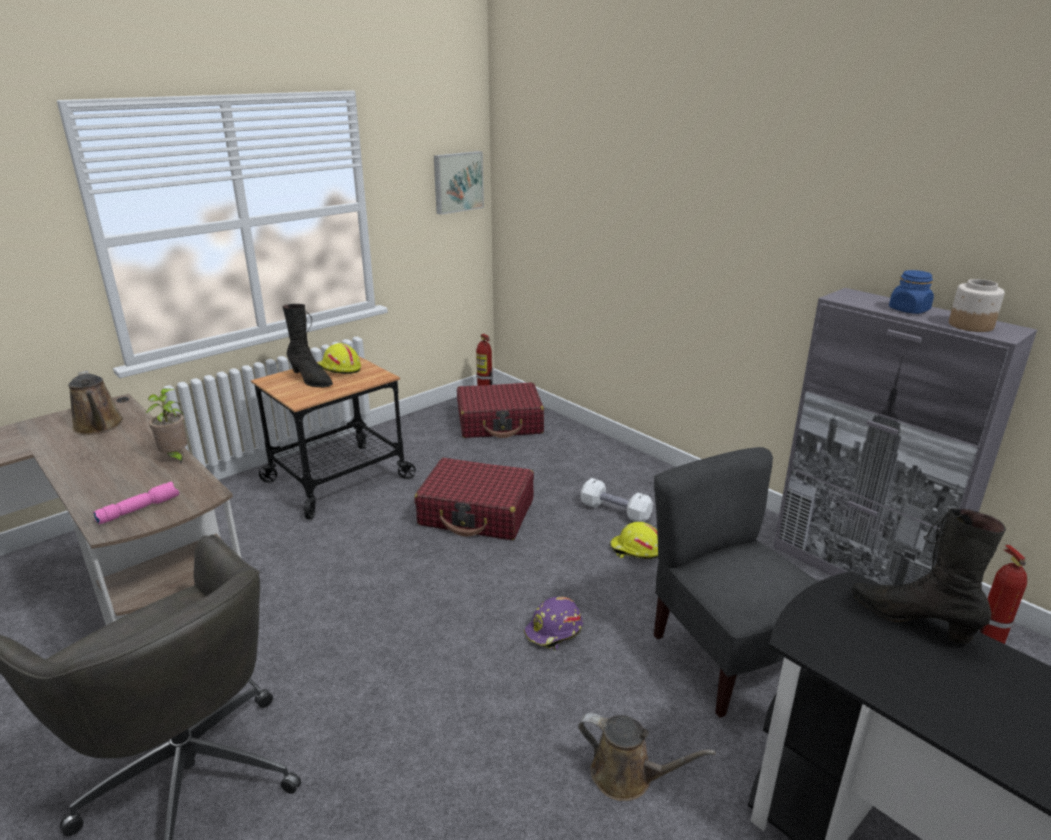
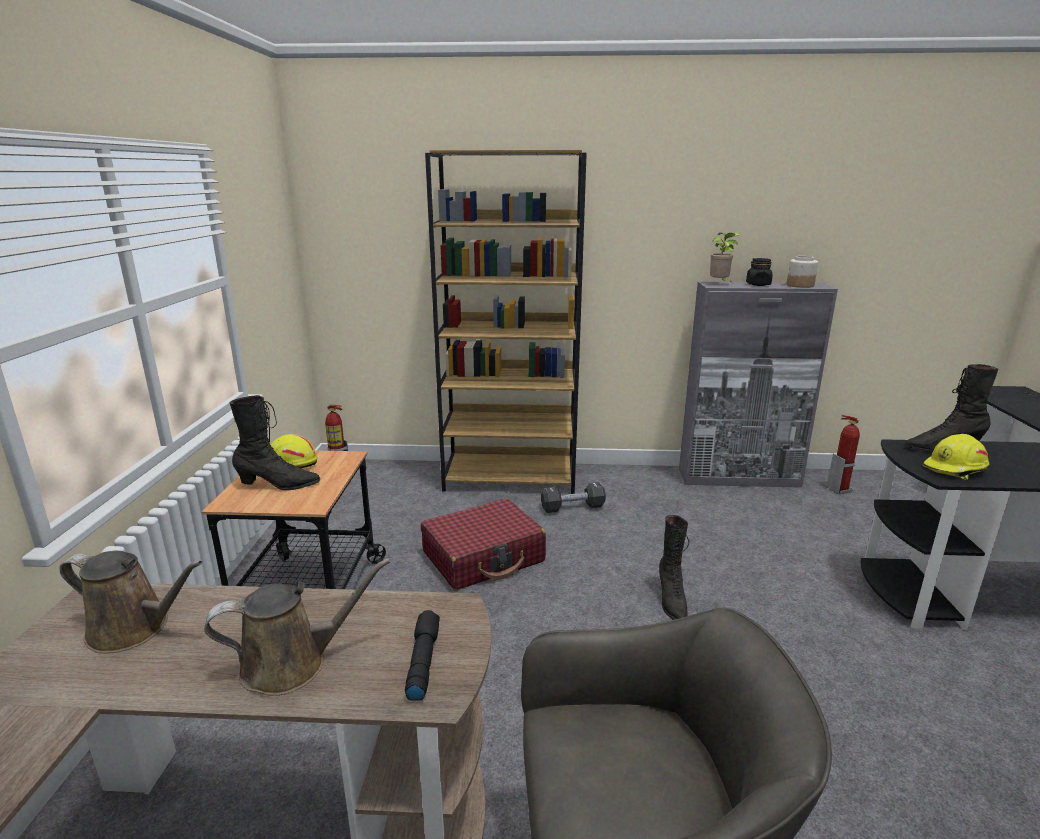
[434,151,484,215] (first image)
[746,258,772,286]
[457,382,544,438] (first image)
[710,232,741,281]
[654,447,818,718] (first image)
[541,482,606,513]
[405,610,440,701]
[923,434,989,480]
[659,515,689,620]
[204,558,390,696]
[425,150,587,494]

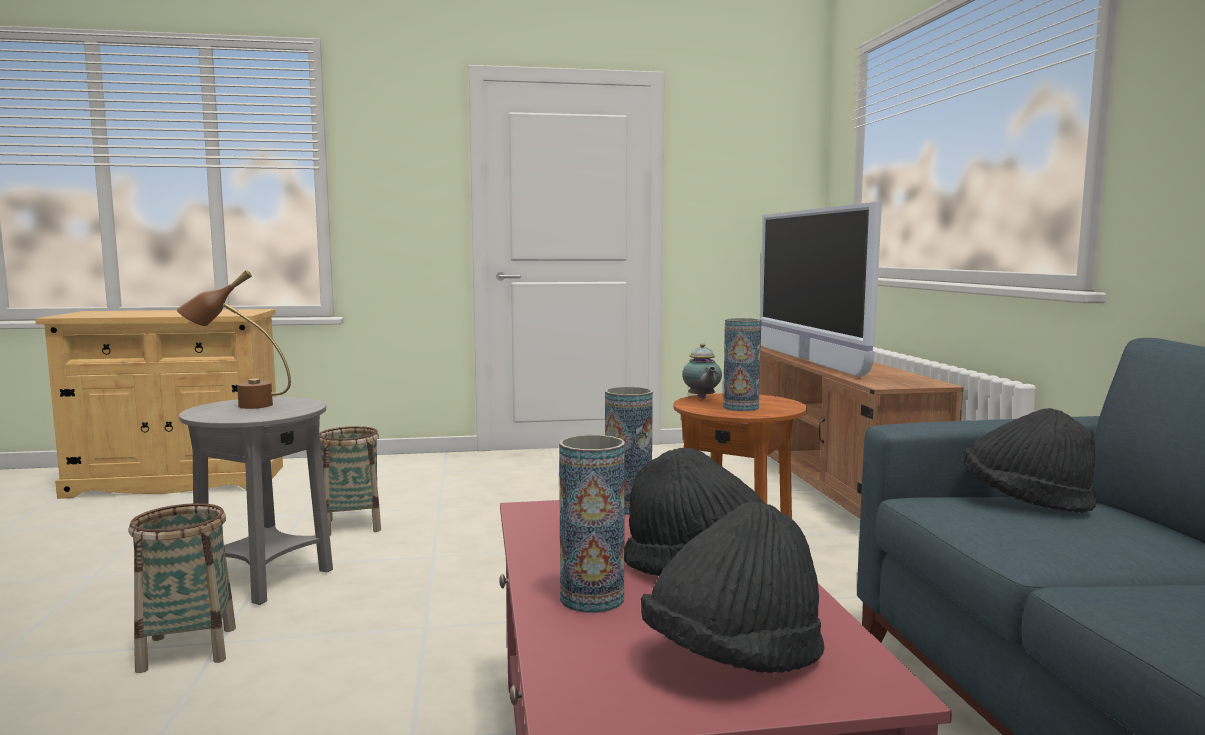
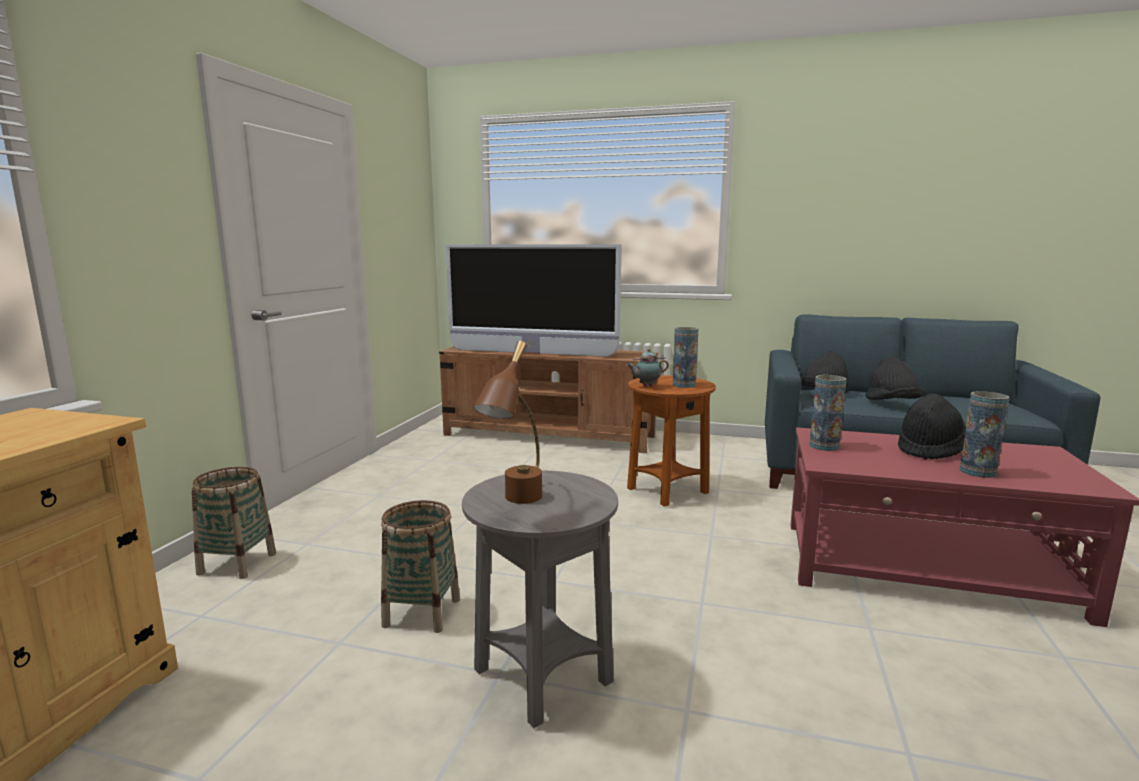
[626,349,669,387]
[866,357,925,400]
[192,467,276,579]

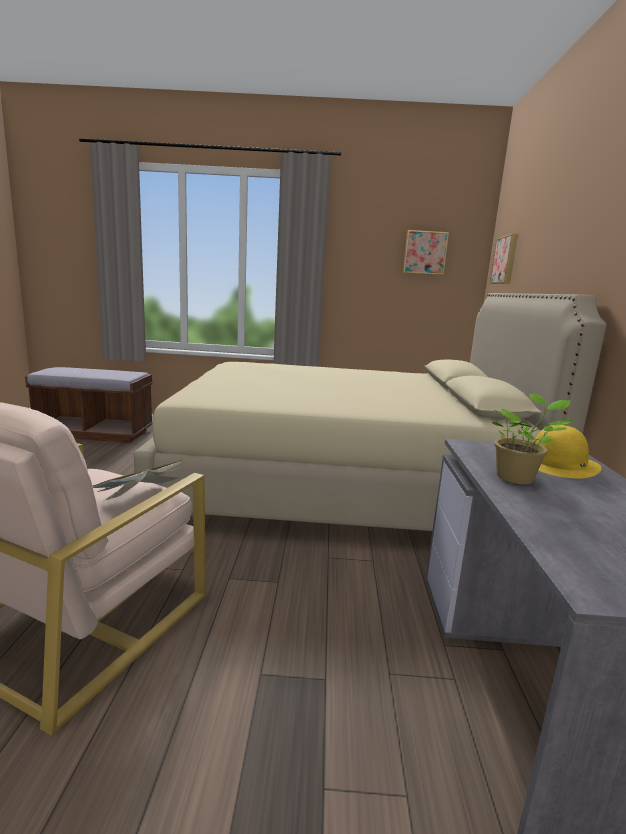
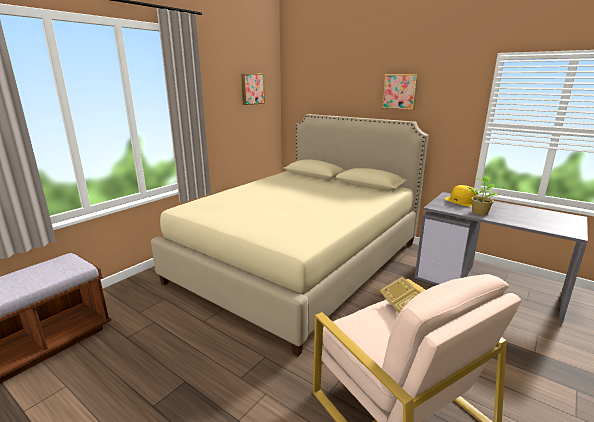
[382,74,418,110]

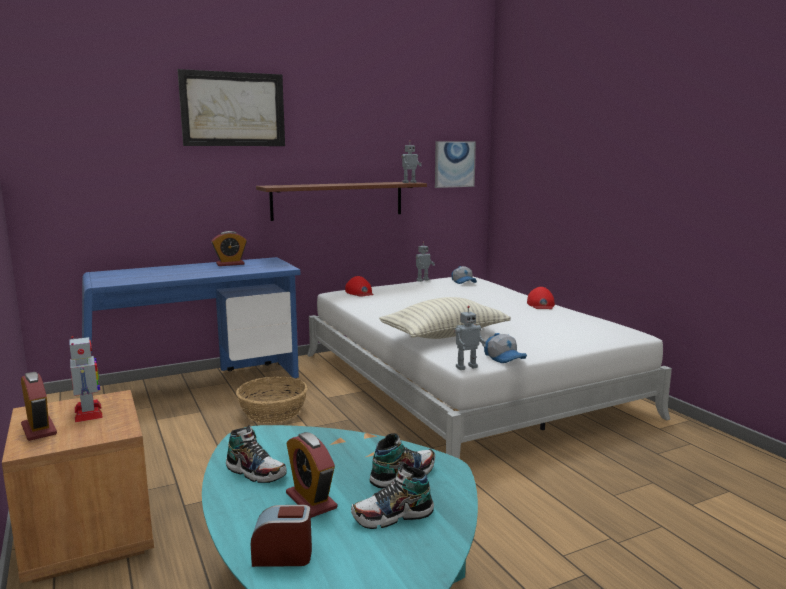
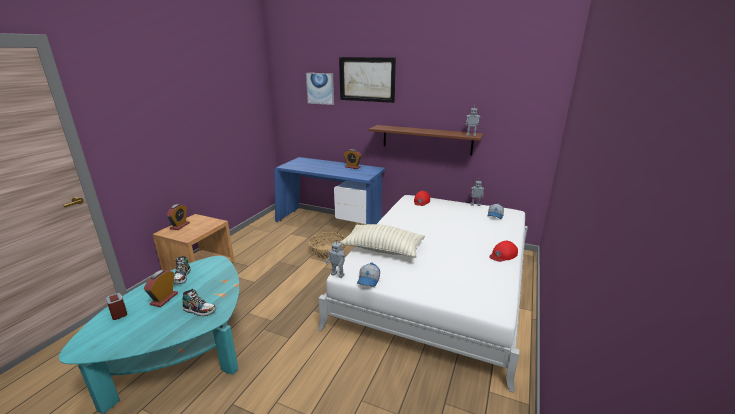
[306,73,334,105]
[70,336,102,422] (first image)
[351,464,434,529] (first image)

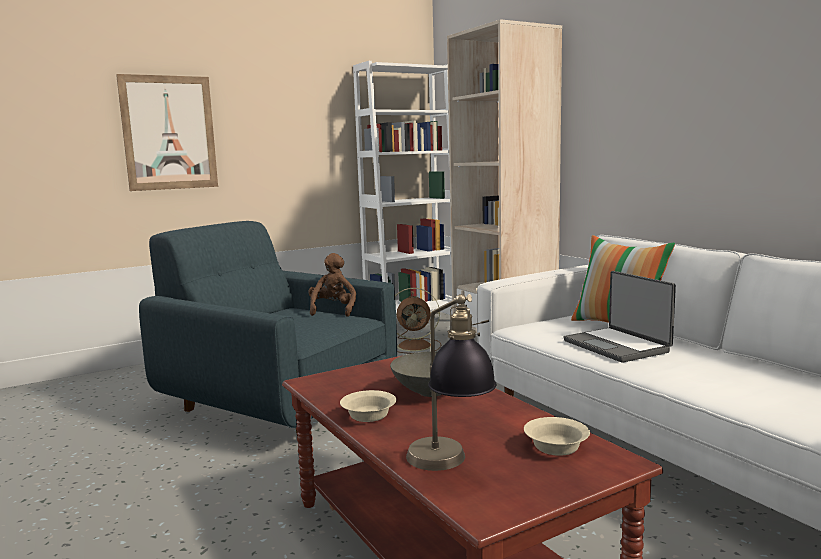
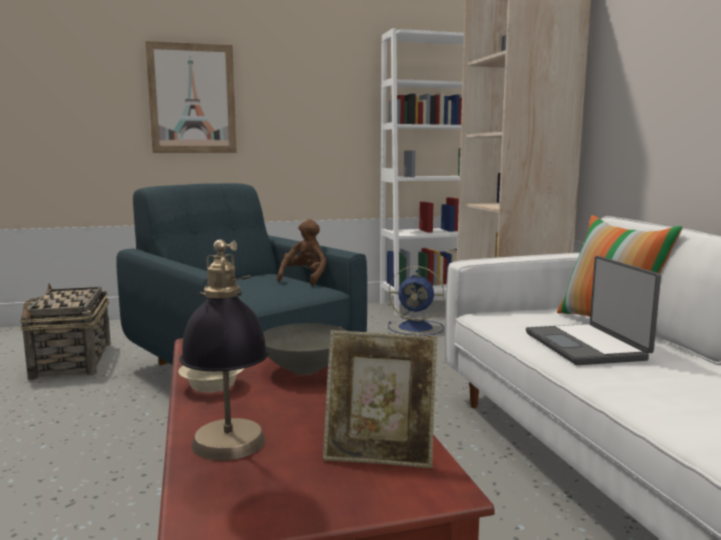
[388,266,444,336]
[323,330,438,468]
[20,284,111,380]

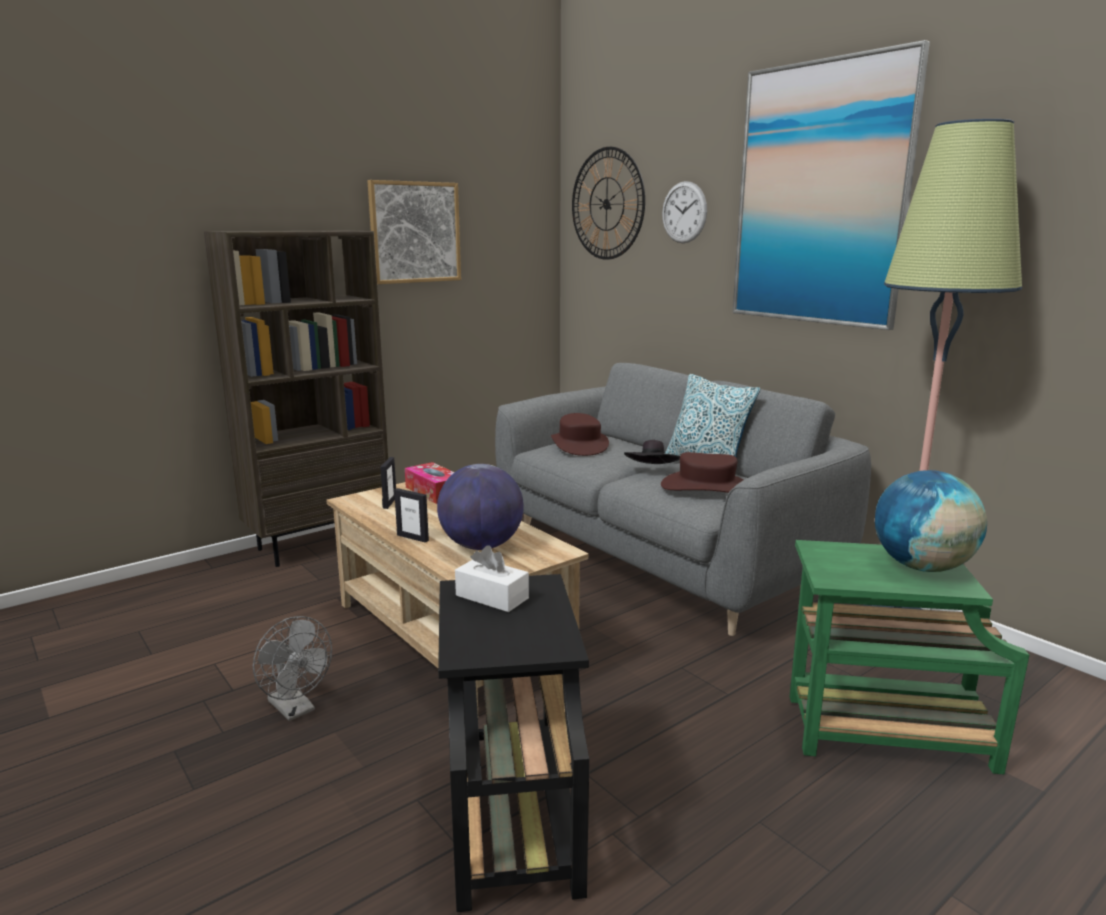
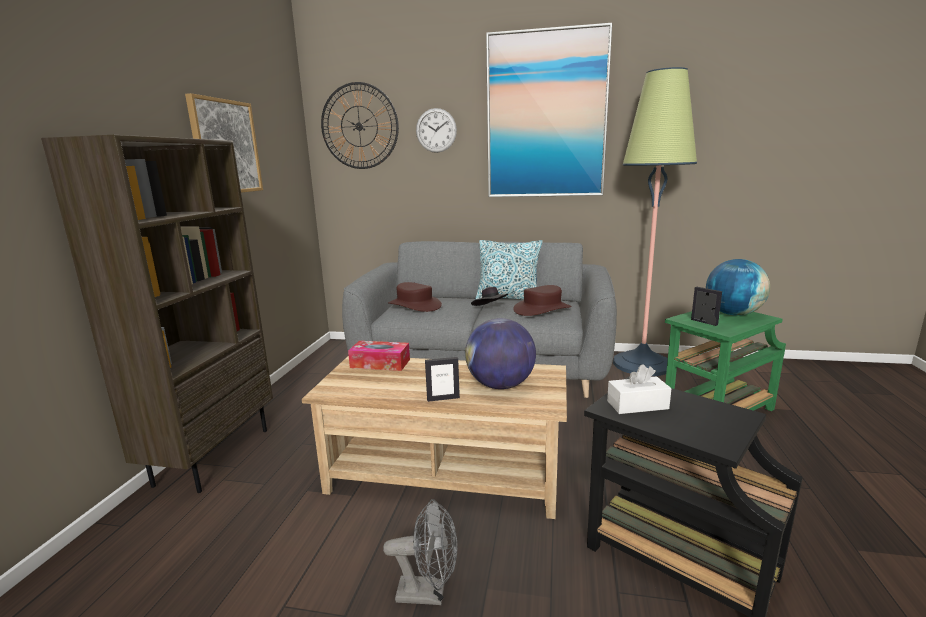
[691,287,722,326]

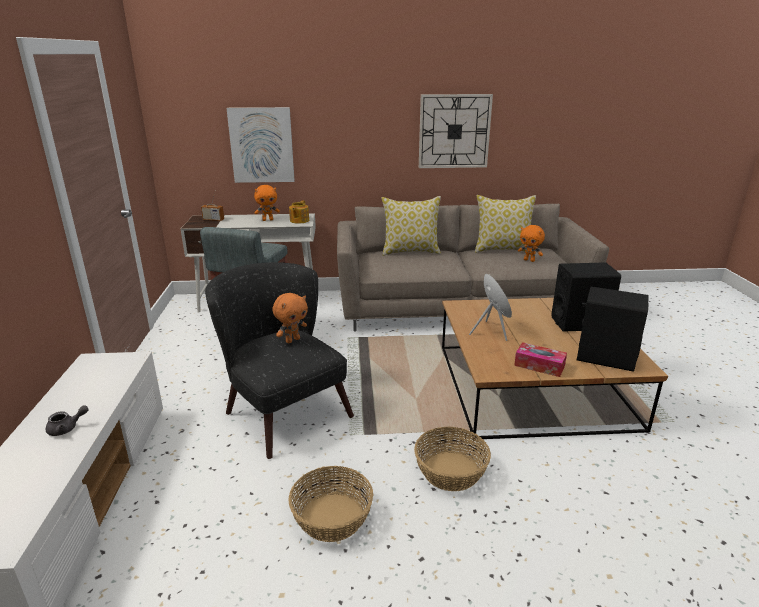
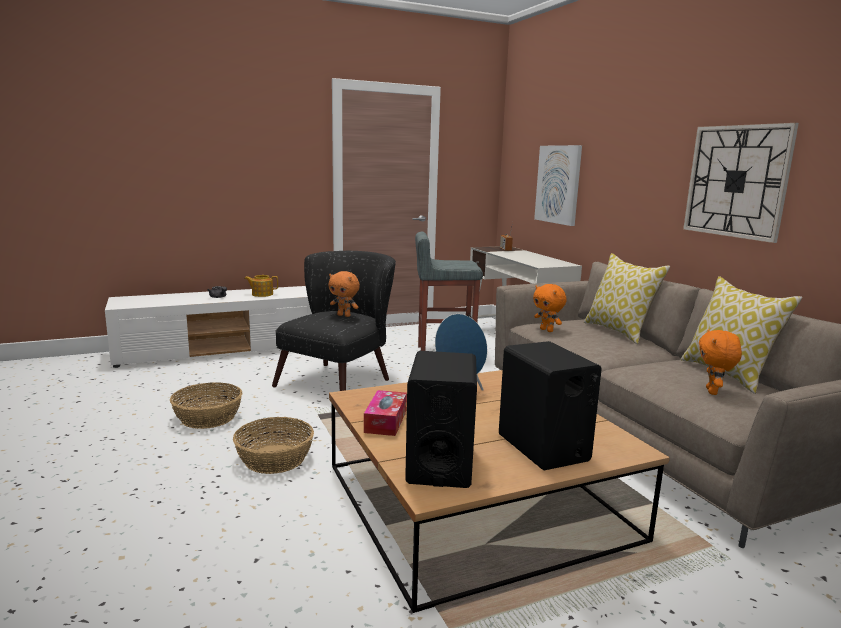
[533,284,567,332]
[244,275,278,297]

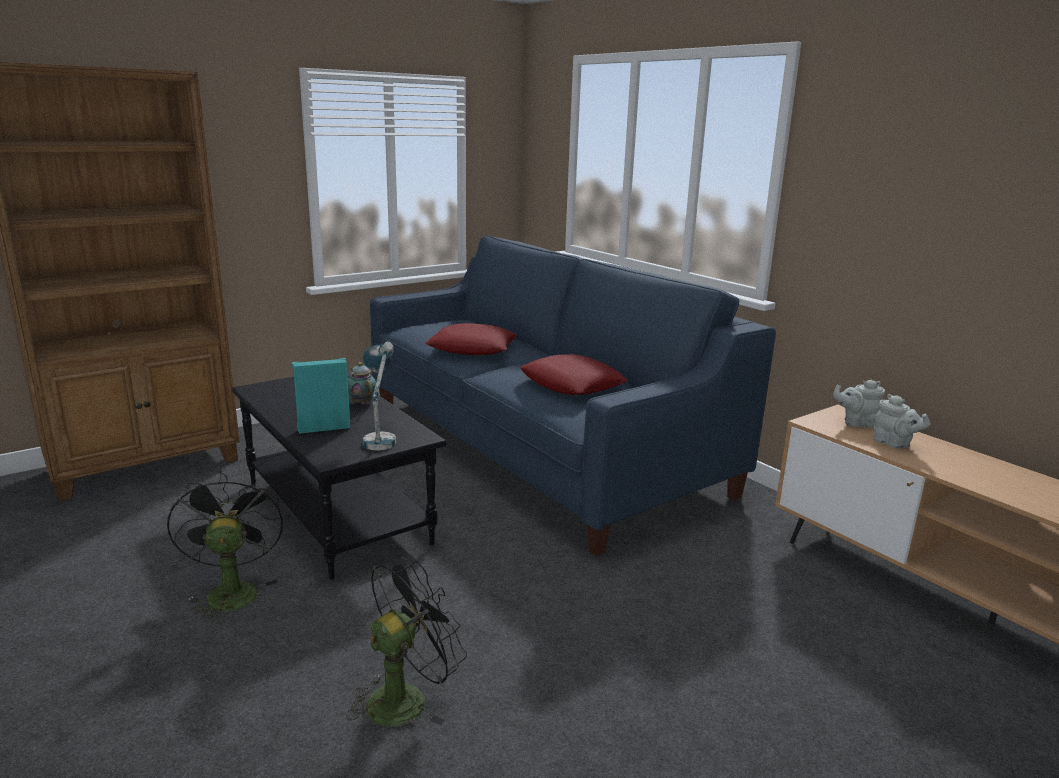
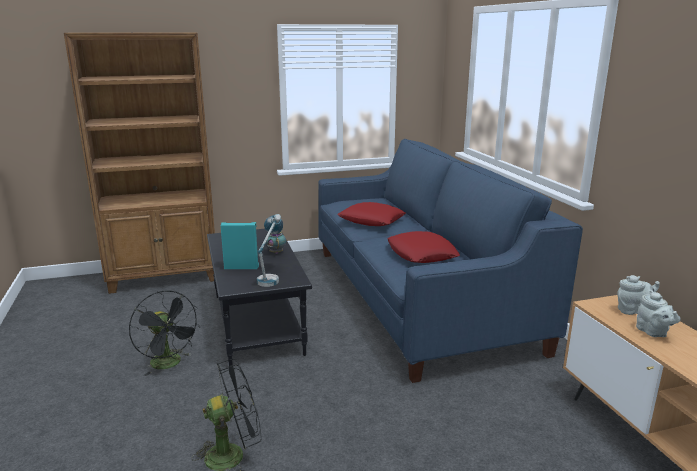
[617,275,660,315]
[129,290,200,376]

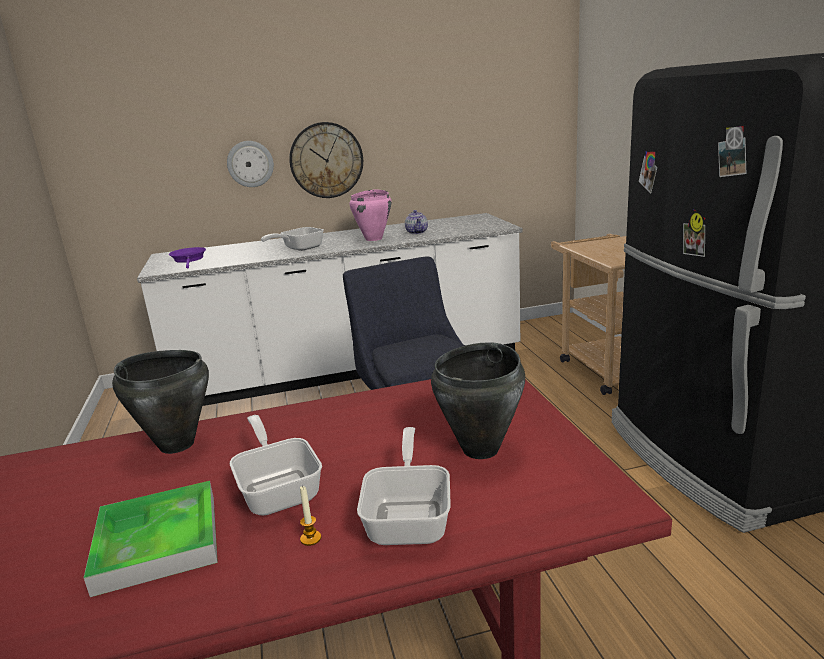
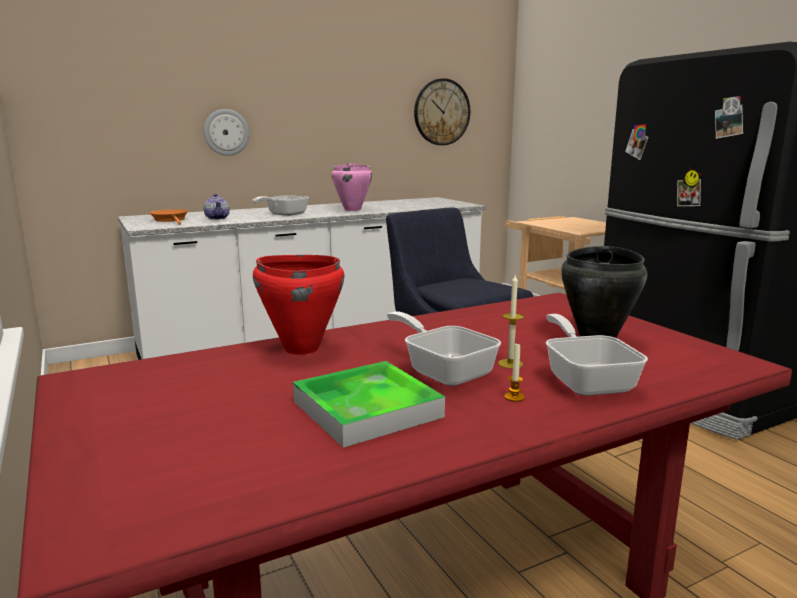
[414,78,470,145]
[204,194,230,220]
[149,209,188,225]
[253,255,345,355]
[498,275,524,369]

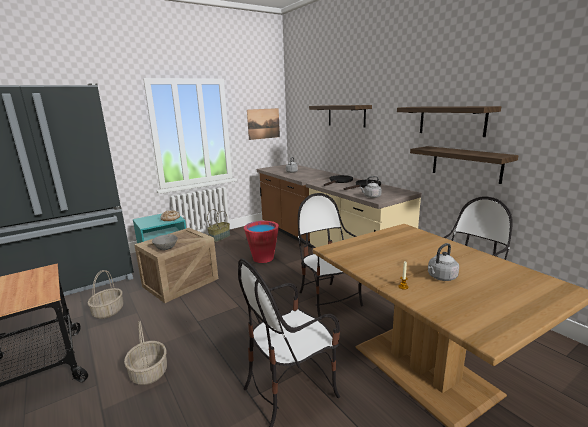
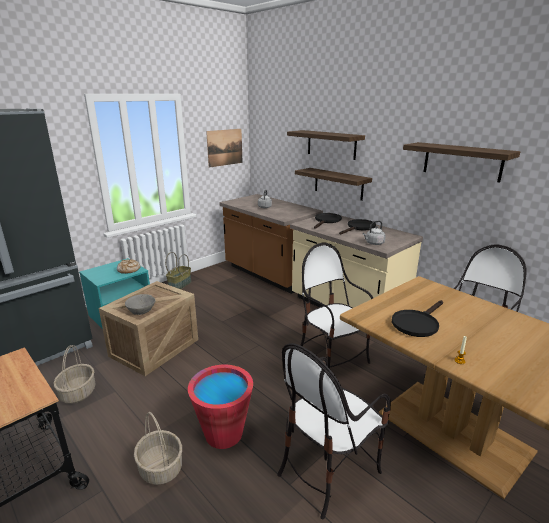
[295,168,372,201]
[188,365,253,449]
[428,243,459,281] (first image)
[392,300,443,337]

